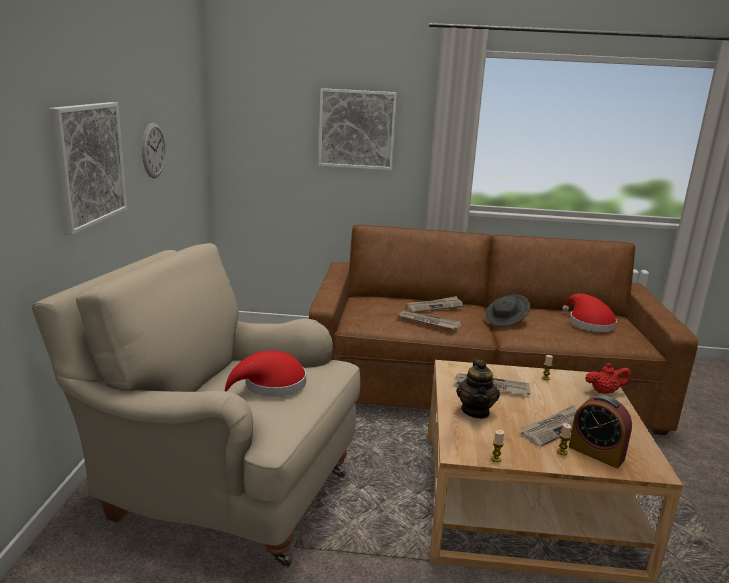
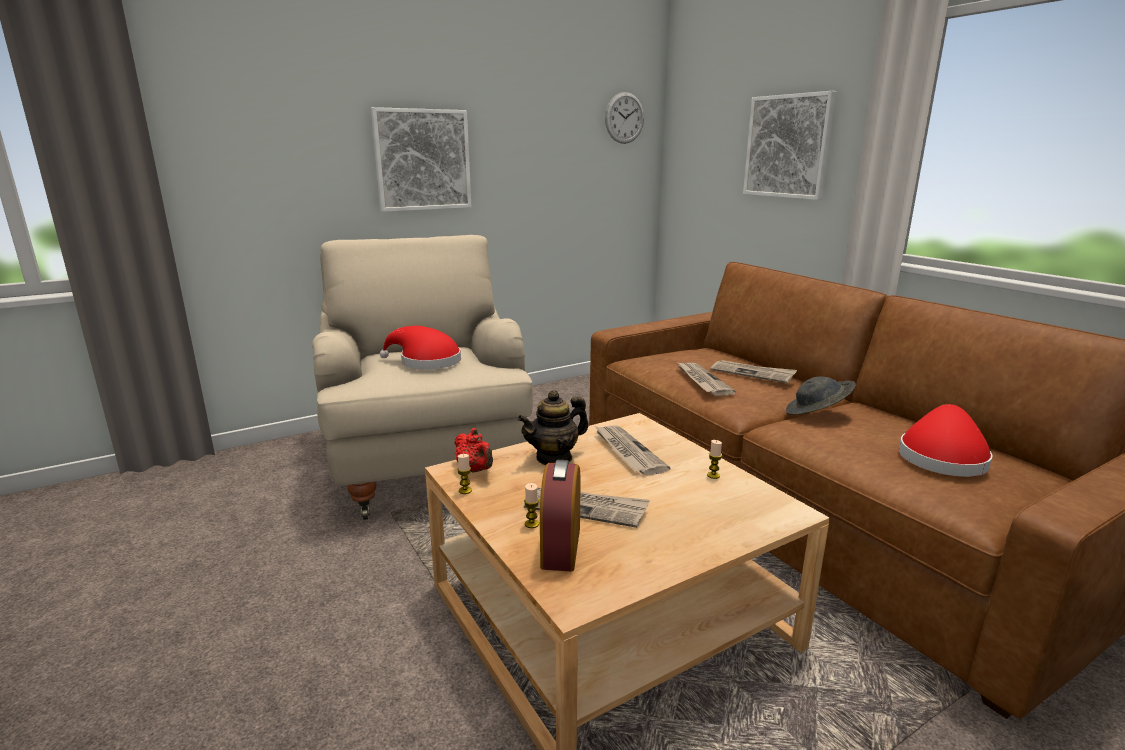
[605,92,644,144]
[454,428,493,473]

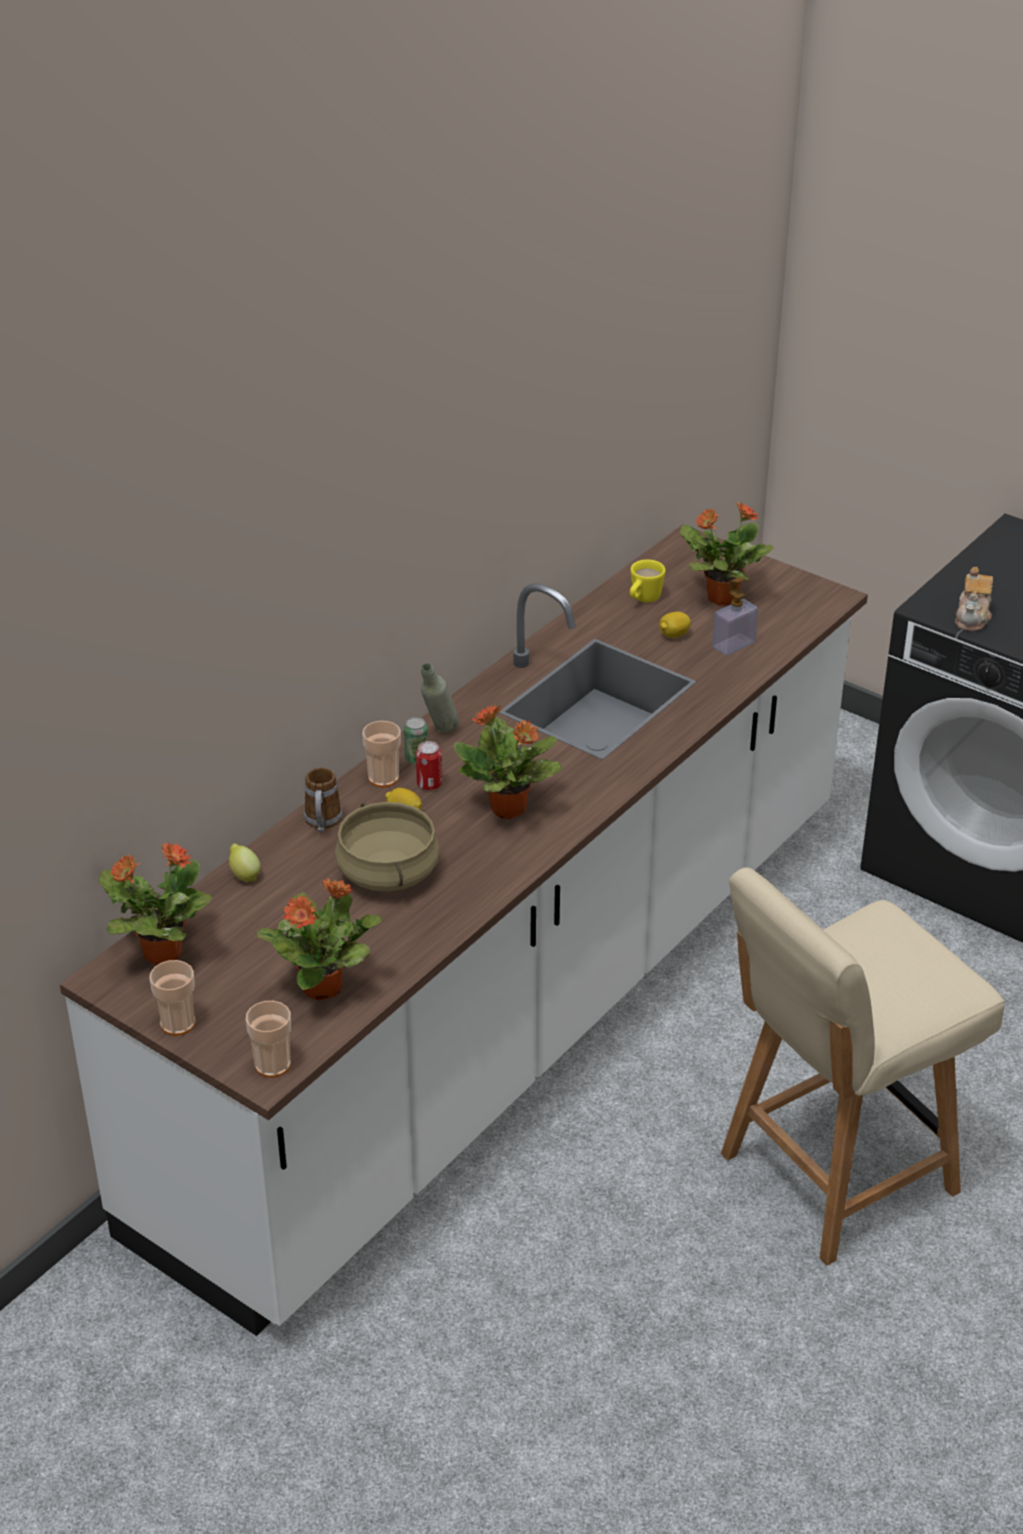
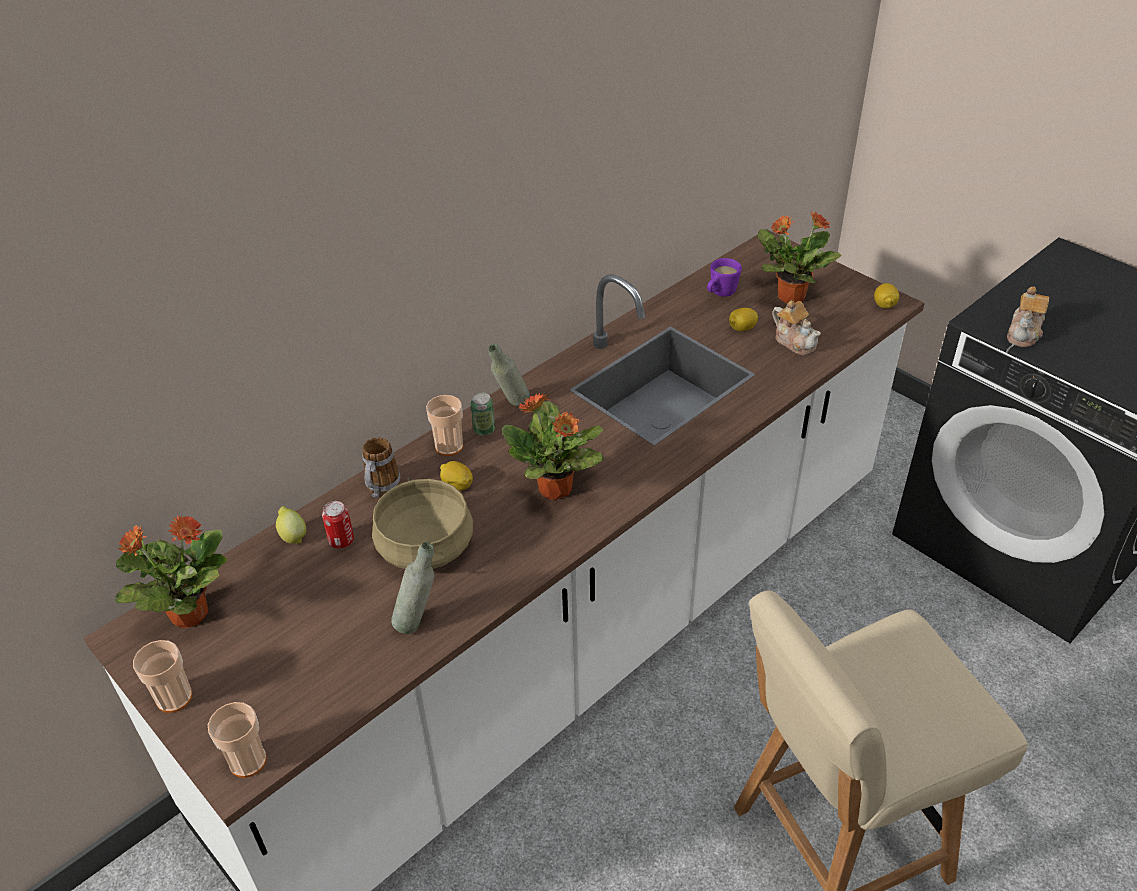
[707,258,742,297]
[772,300,821,355]
[322,501,354,549]
[257,878,382,1001] (first image)
[874,283,899,309]
[391,542,434,634]

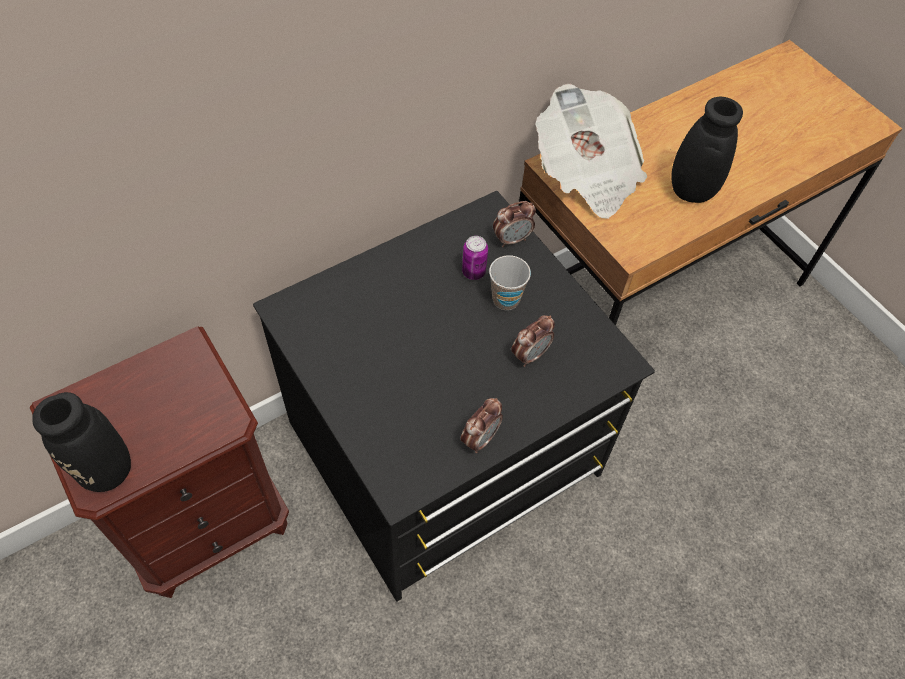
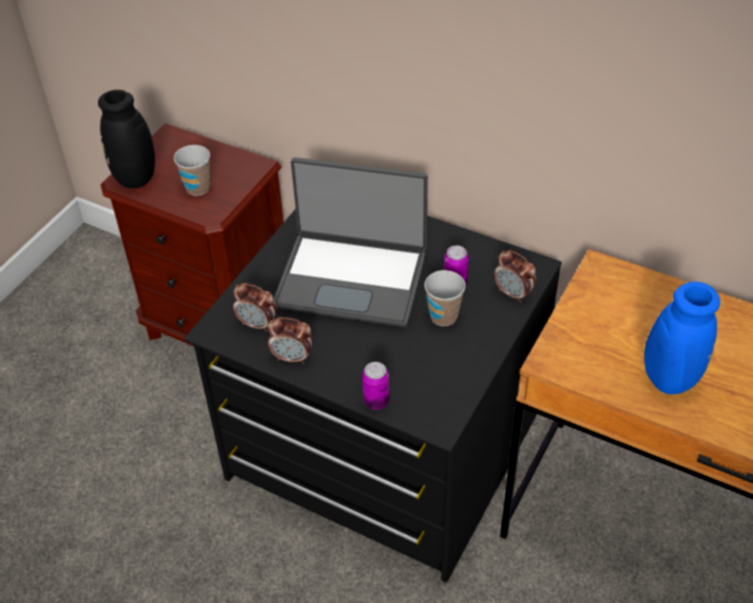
[536,83,647,219] (first image)
[593,273,720,394]
[233,283,277,332]
[174,145,210,196]
[274,157,428,327]
[362,362,390,410]

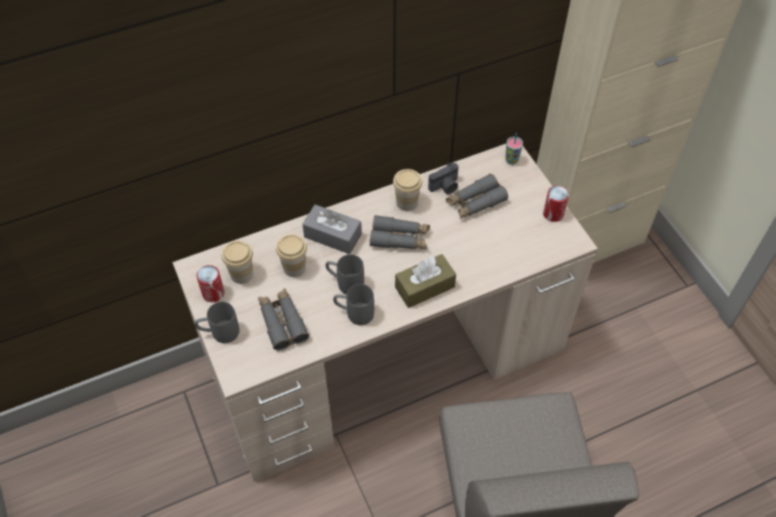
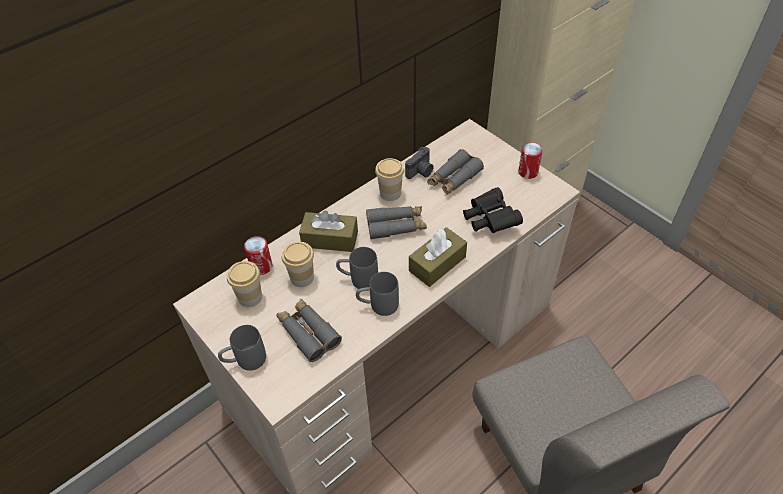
[505,133,523,165] (first image)
[299,210,358,252]
[244,236,273,275]
[463,187,523,233]

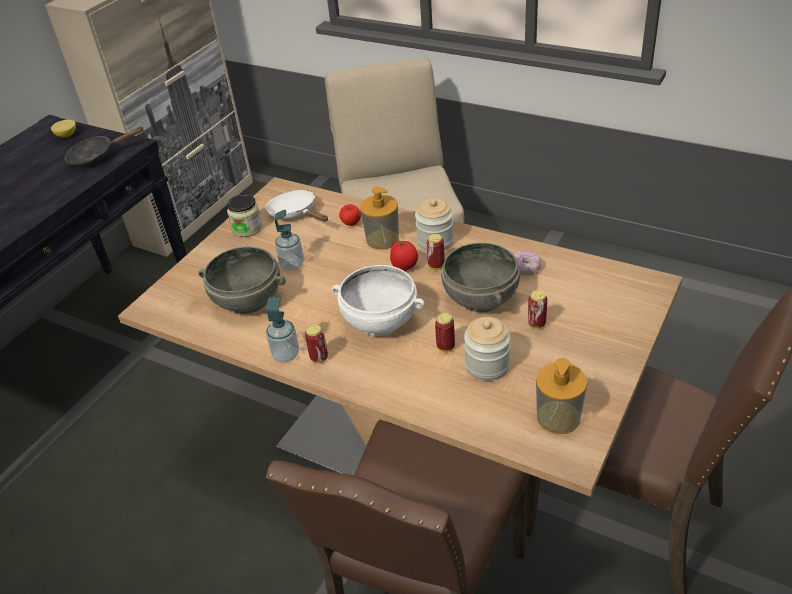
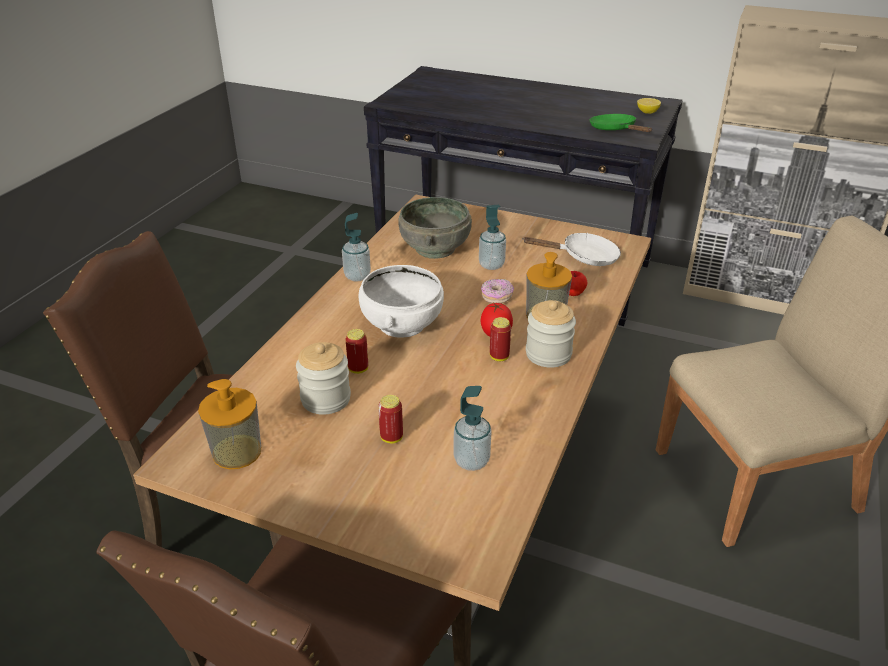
[590,114,652,132]
[523,233,621,266]
[227,194,262,237] (first image)
[441,243,520,312] (first image)
[481,279,514,304]
[305,324,328,363] (first image)
[453,386,492,471]

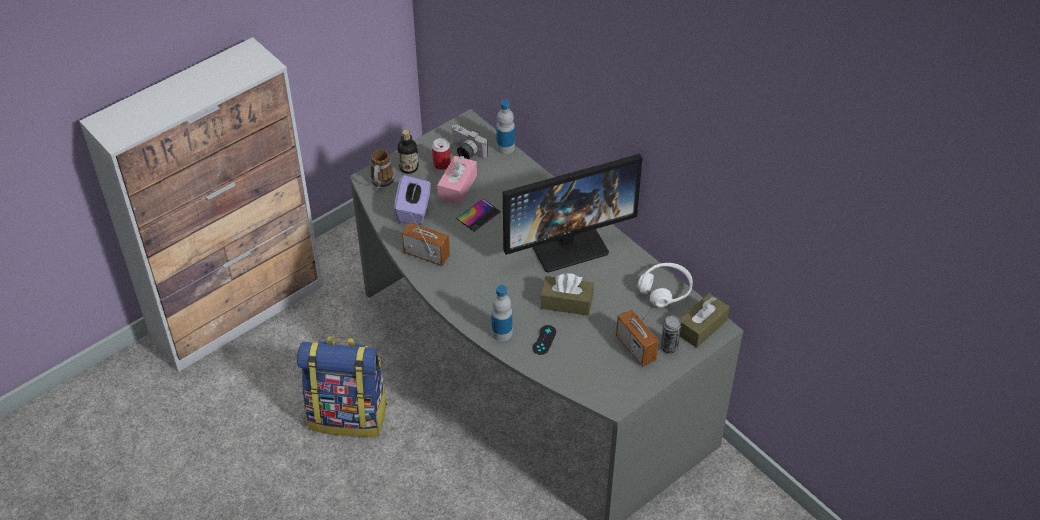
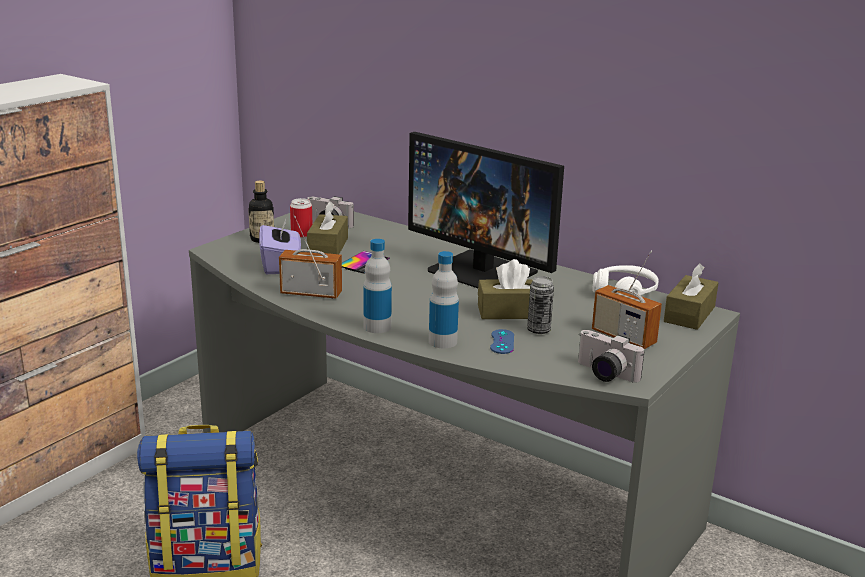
[363,239,392,333]
[370,149,394,189] (first image)
[408,132,564,288]
[307,201,348,254]
[527,276,554,334]
[490,329,514,354]
[578,330,644,383]

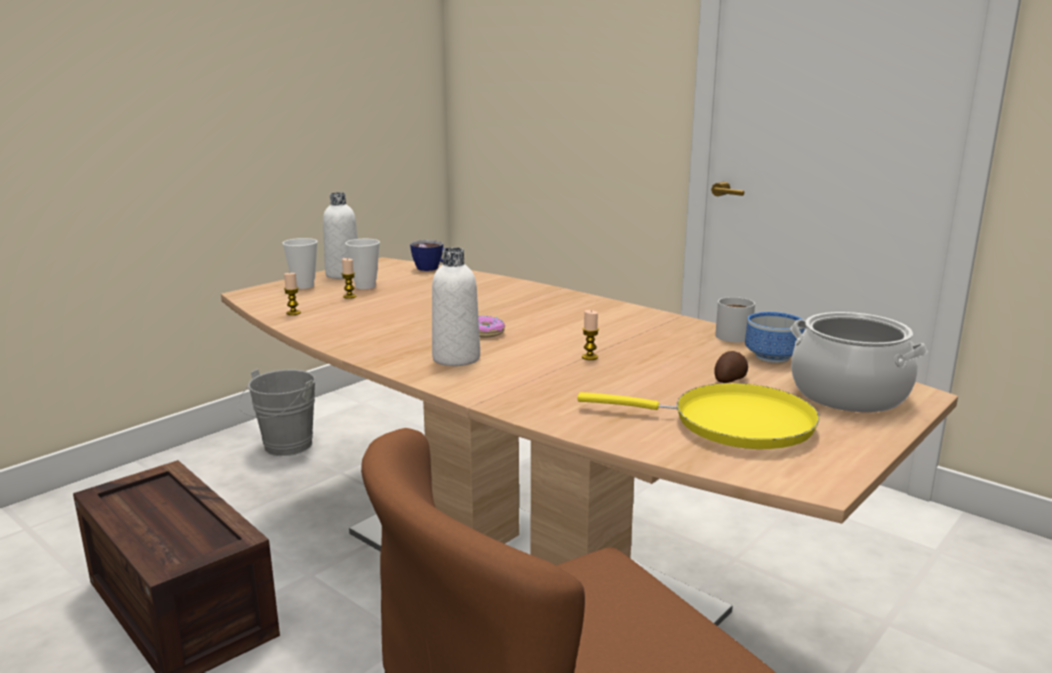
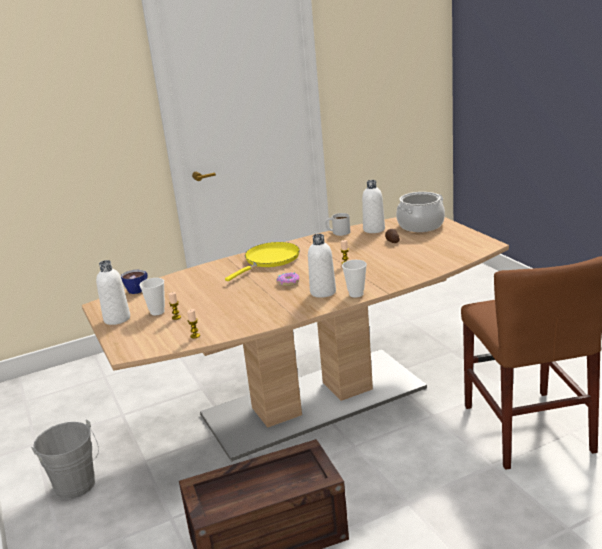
[342,260,367,298]
[362,180,385,233]
[225,242,300,281]

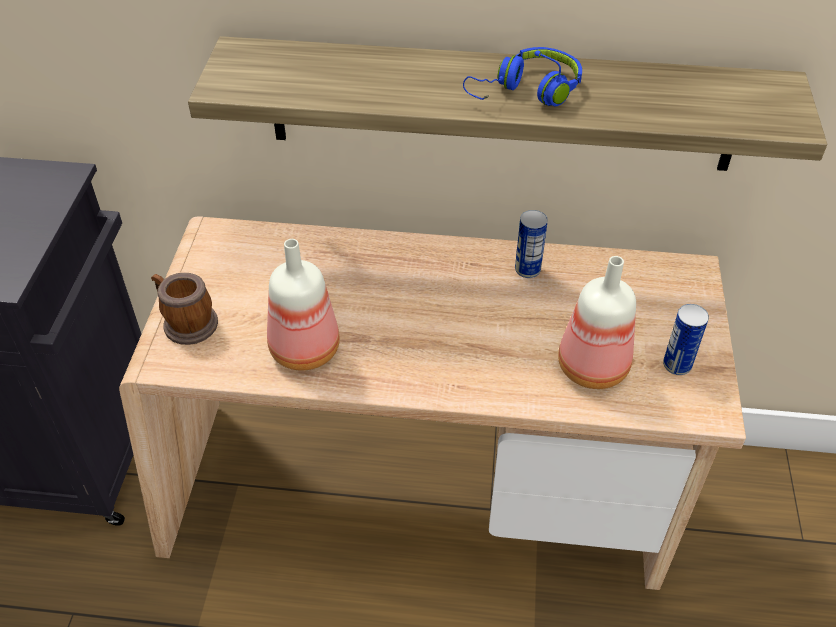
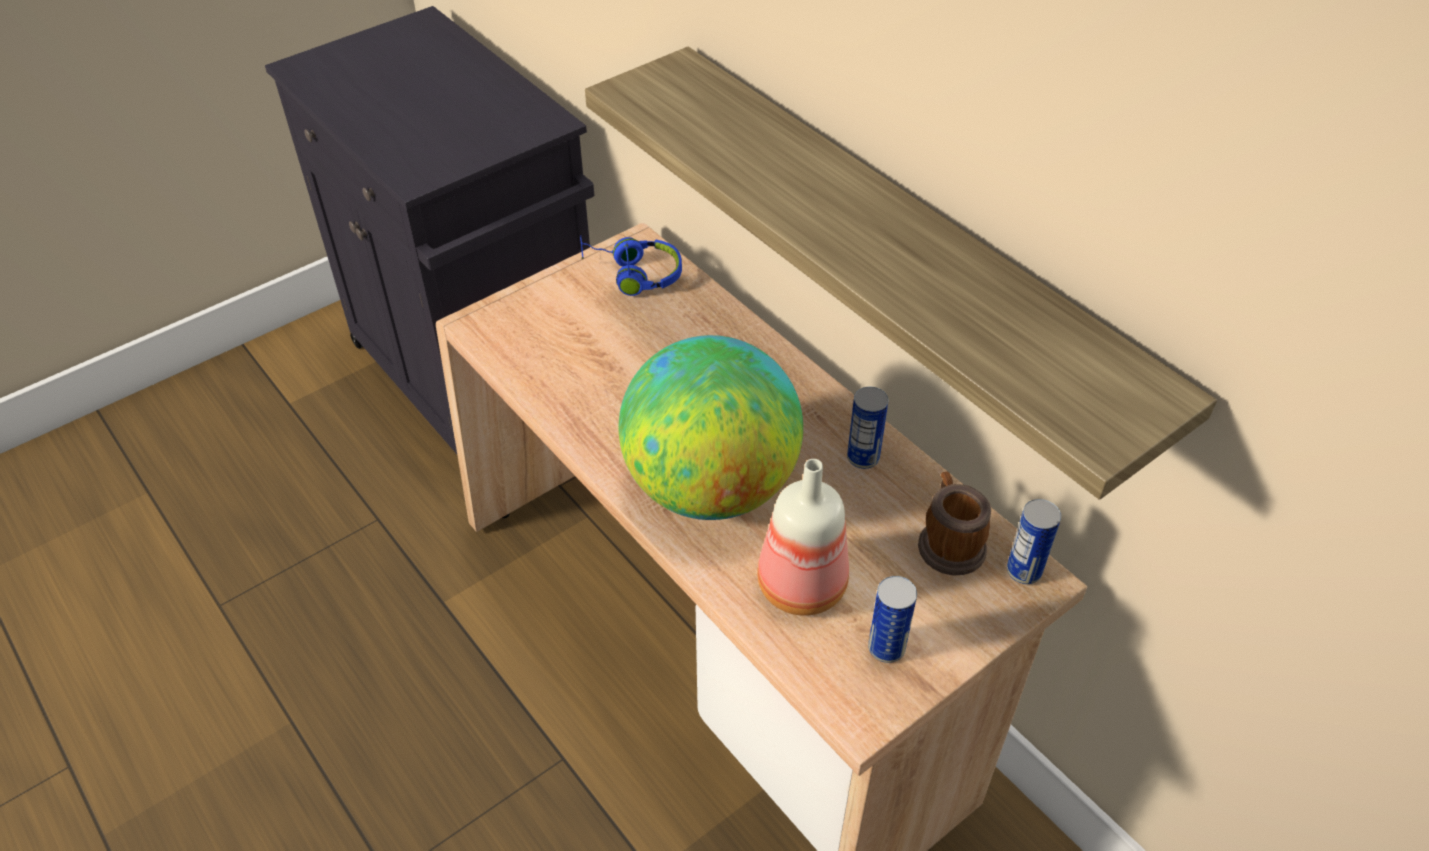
[580,235,682,296]
[267,239,340,371] (first image)
[918,472,991,576]
[619,335,803,520]
[1007,499,1061,584]

